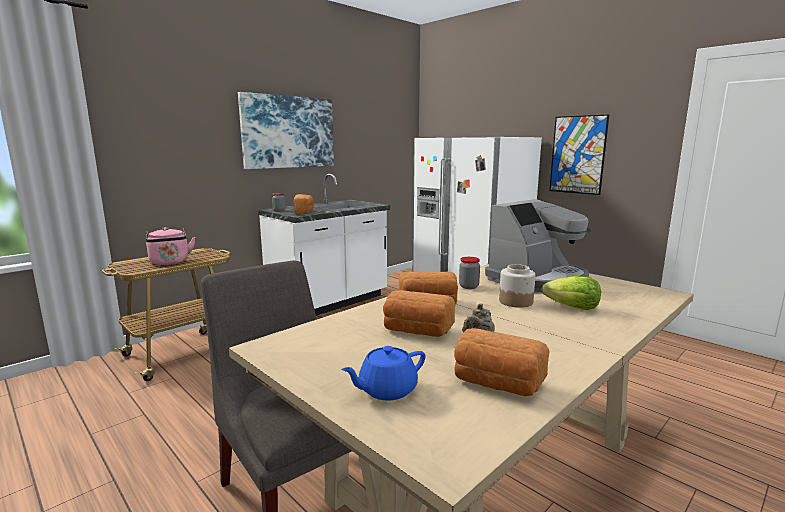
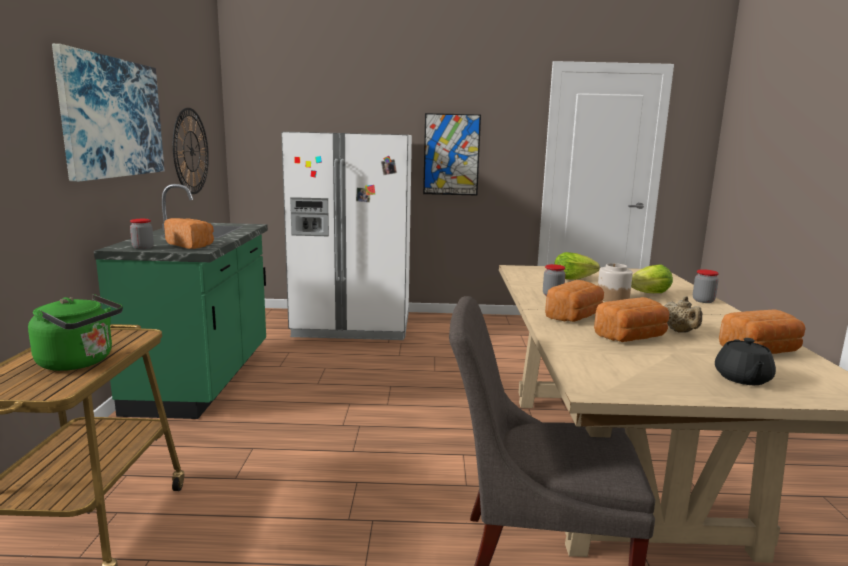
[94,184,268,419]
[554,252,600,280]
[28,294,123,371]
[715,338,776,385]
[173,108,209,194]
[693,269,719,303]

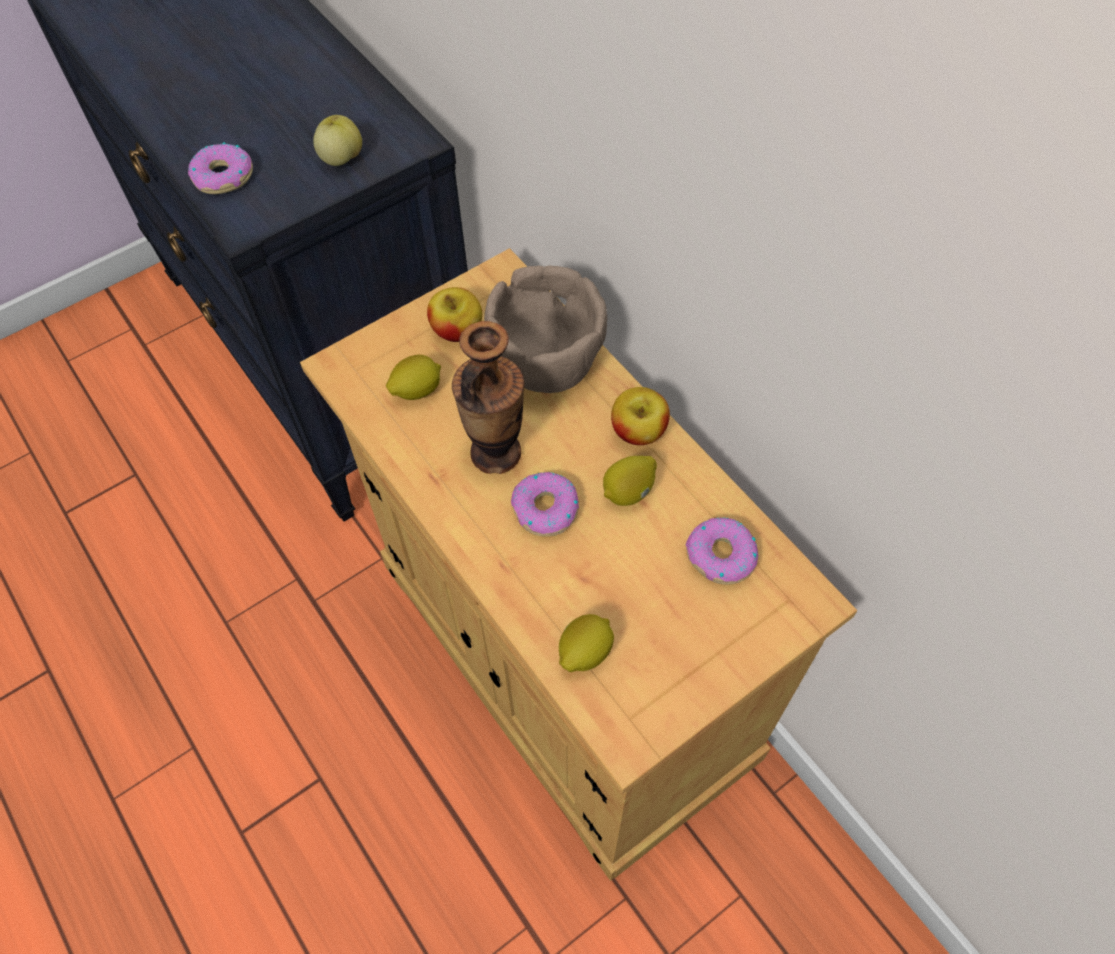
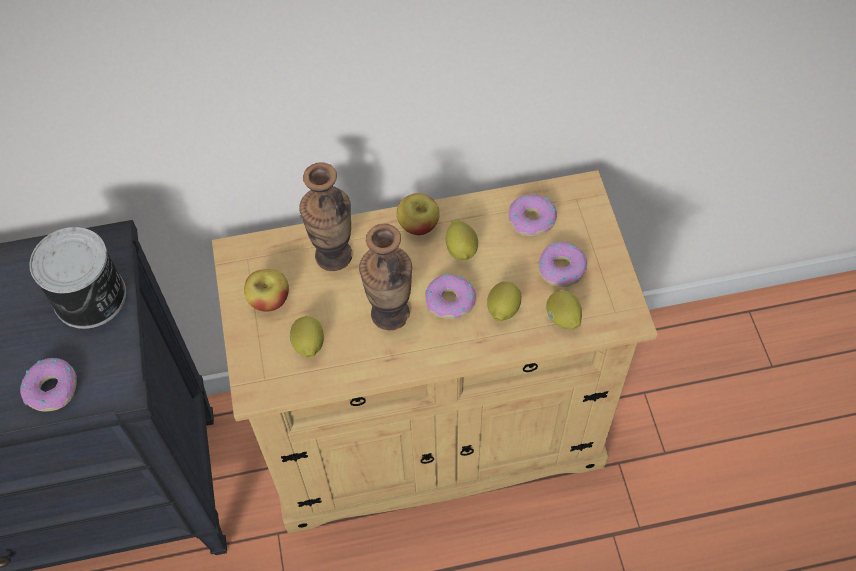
[30,227,126,329]
[299,163,352,271]
[538,242,587,287]
[487,282,521,321]

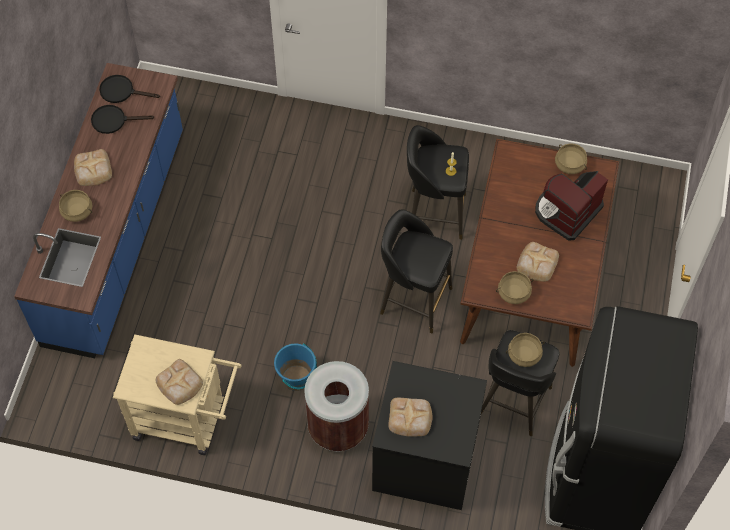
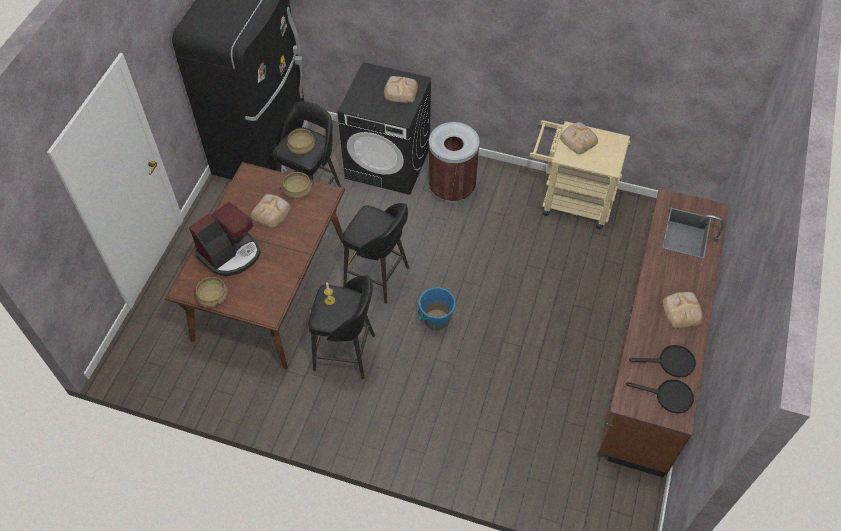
[599,188,729,477]
[59,190,93,222] (first image)
[418,287,456,331]

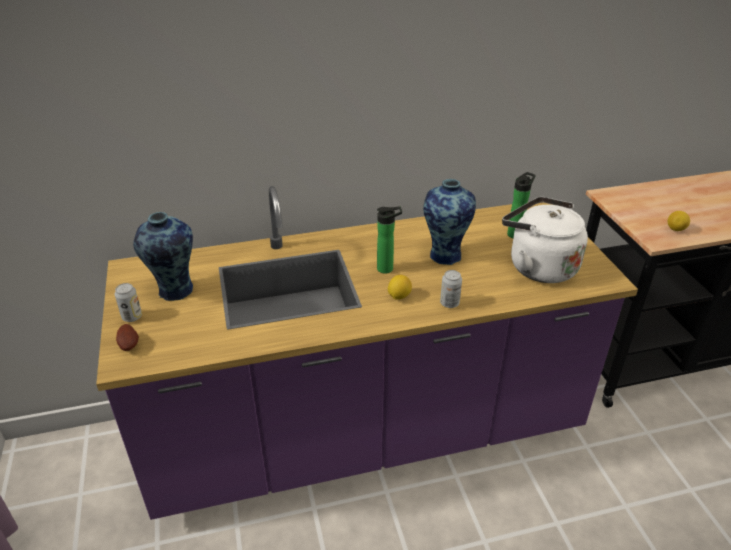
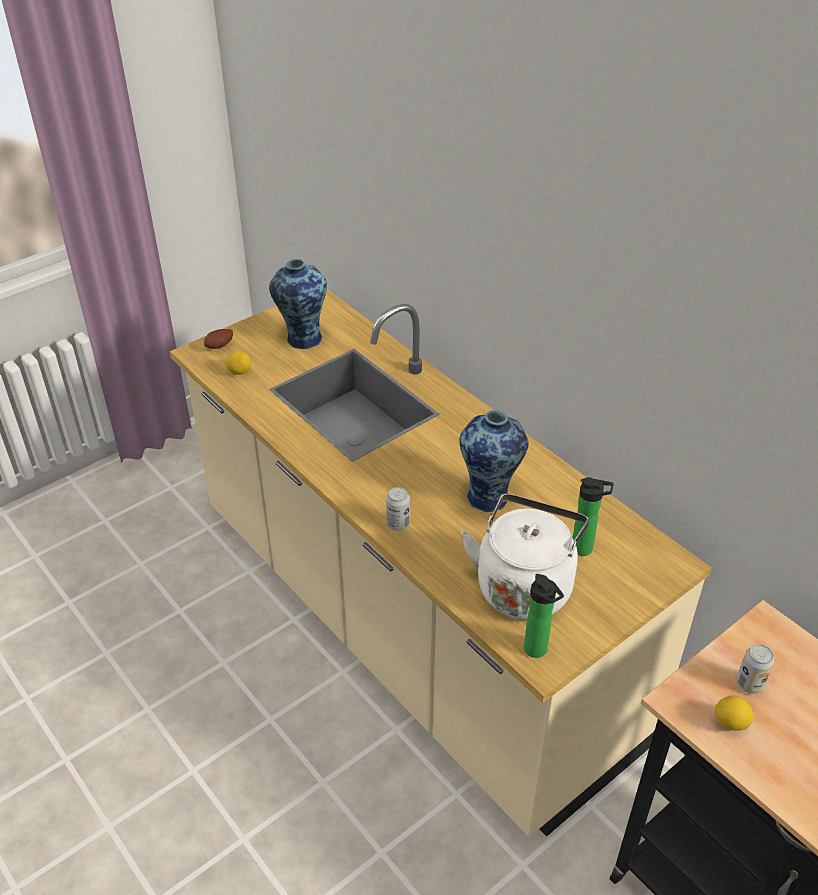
[170,289,712,837]
[524,574,564,658]
[225,351,251,375]
[736,644,774,694]

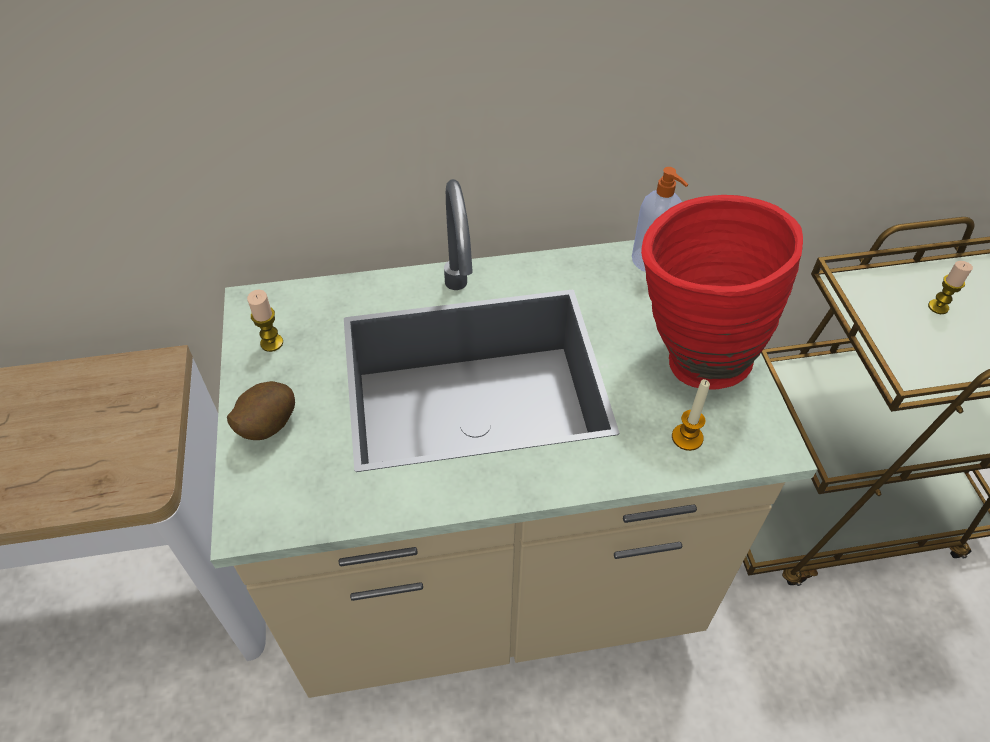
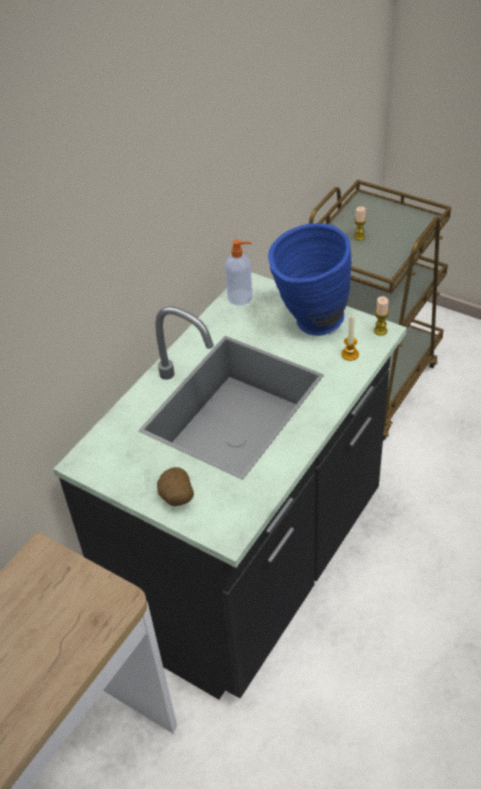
[53,272,407,700]
[268,223,351,336]
[374,296,389,336]

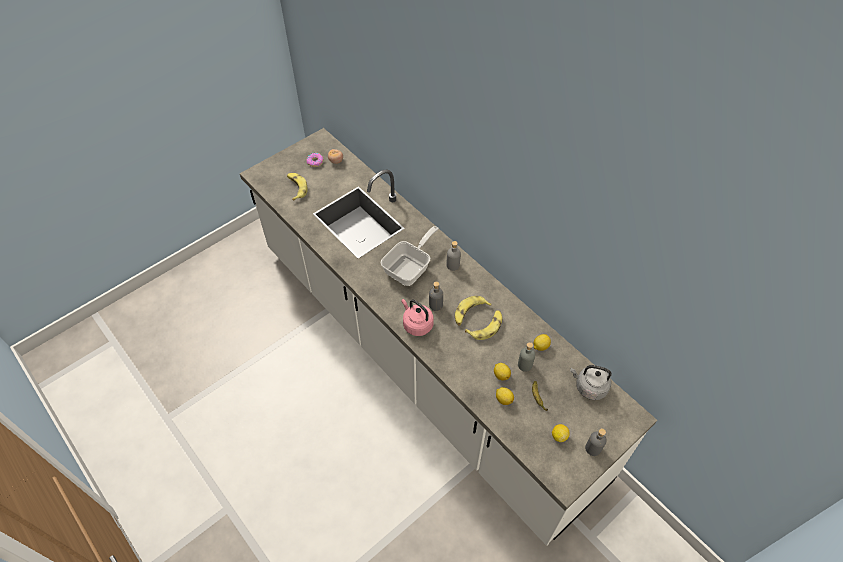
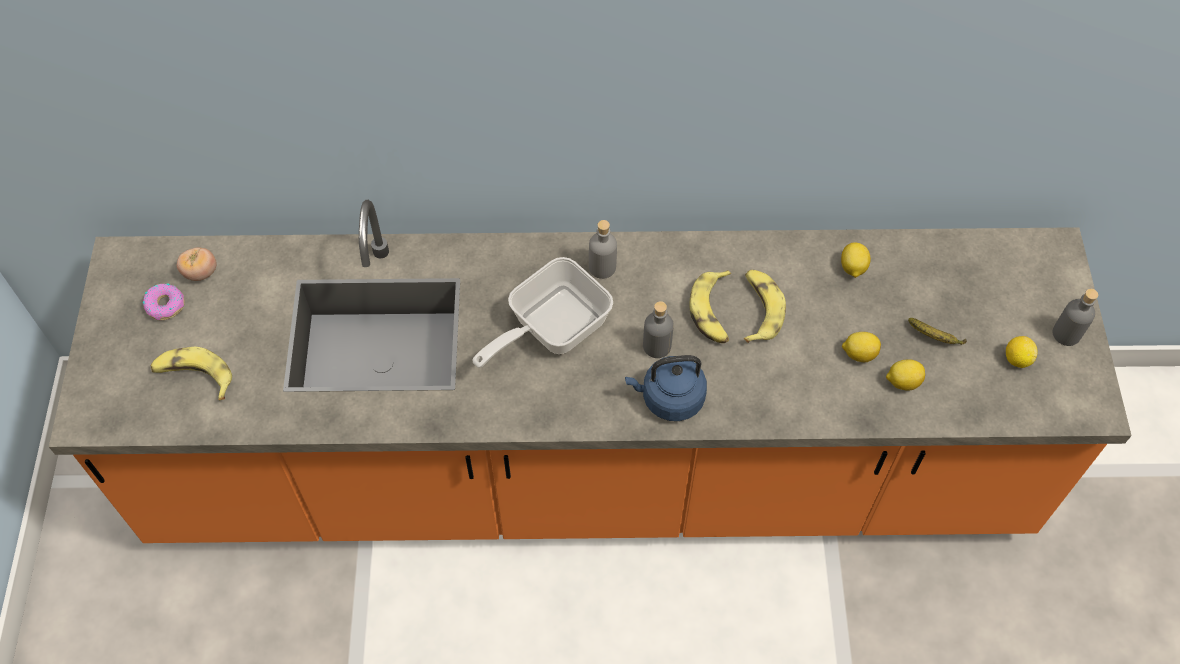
[49,200,1132,543]
[473,257,613,368]
[625,355,707,421]
[518,342,535,372] (first image)
[570,365,612,400] (first image)

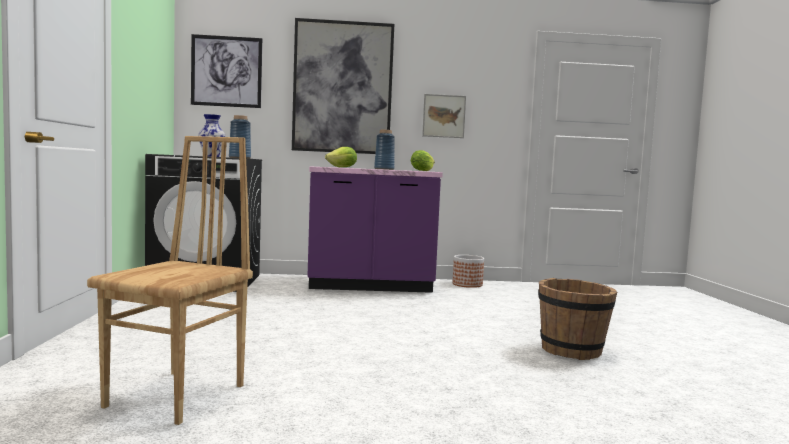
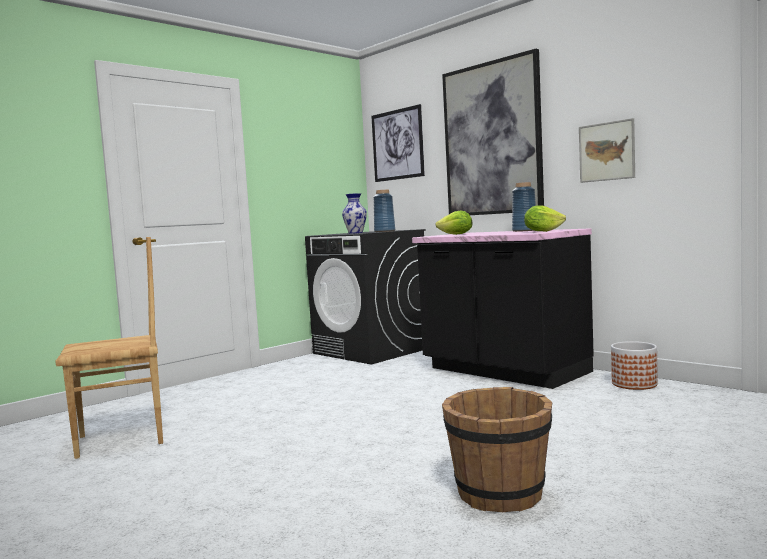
[412,228,594,389]

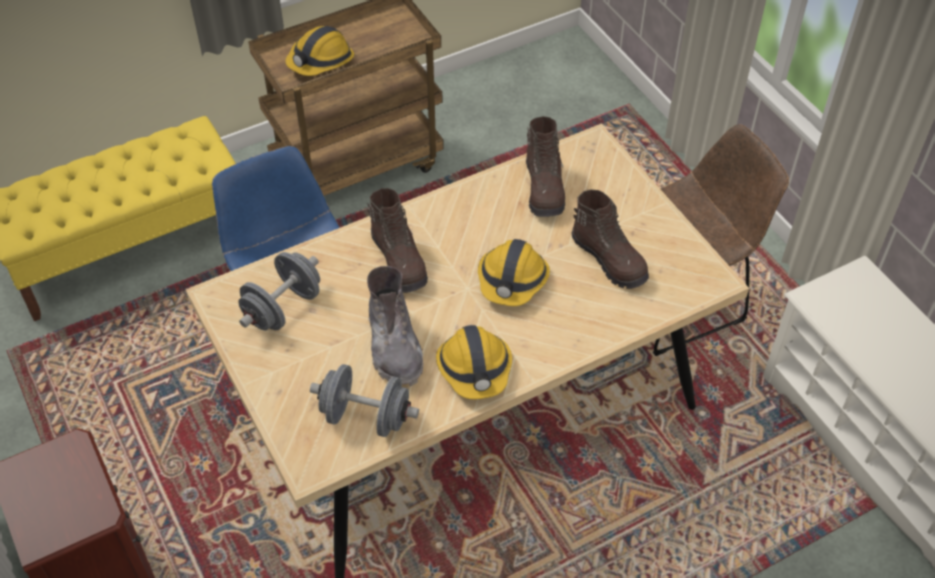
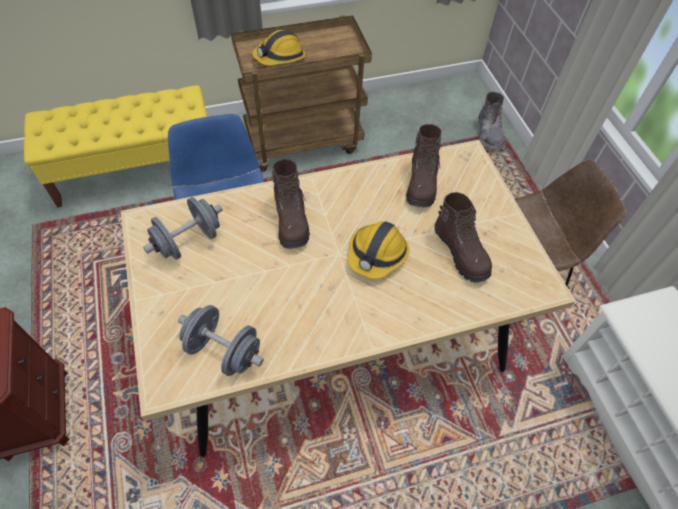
[478,92,506,152]
[436,325,512,399] (first image)

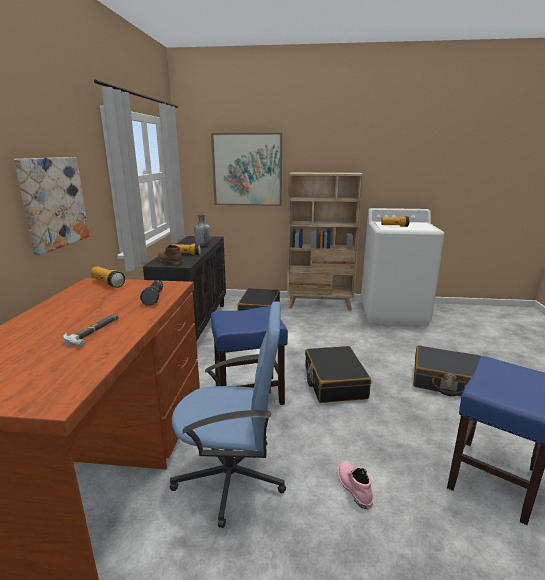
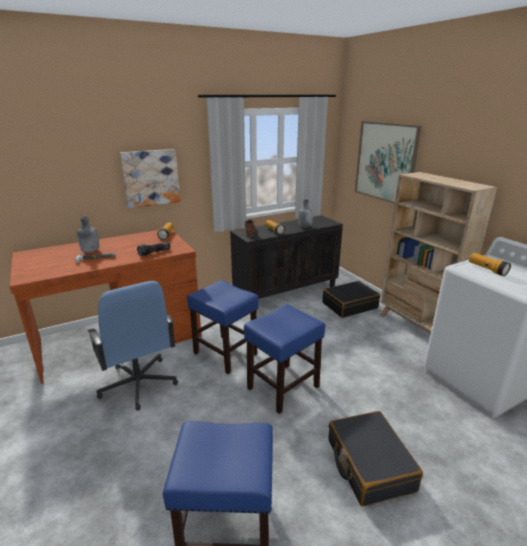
[244,304,325,414]
[338,461,373,509] (first image)
[77,217,99,253]

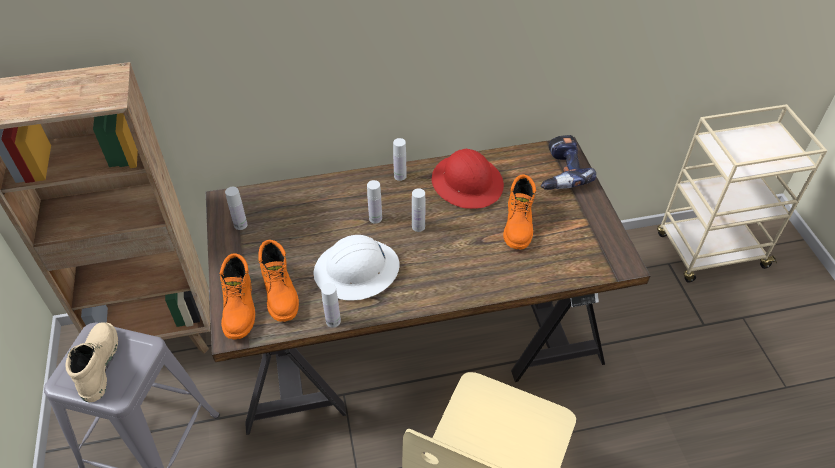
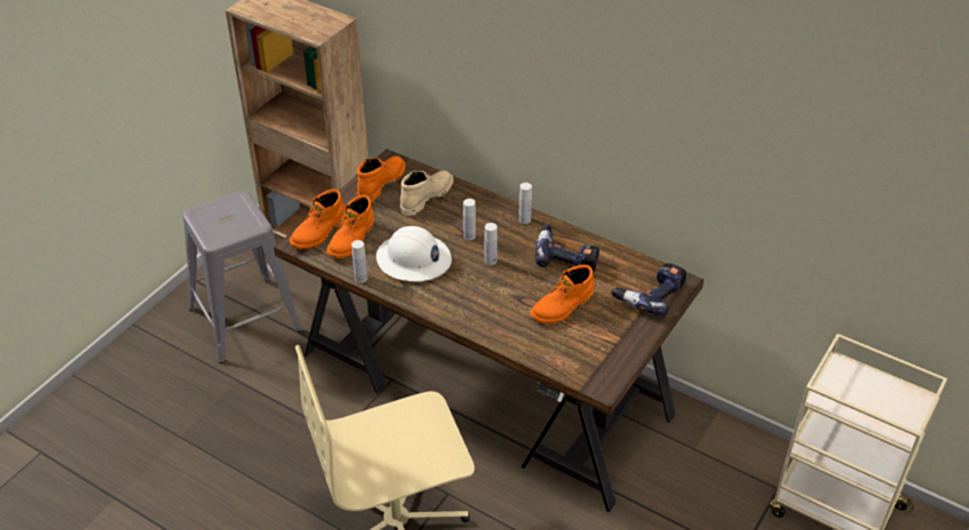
[535,224,599,273]
[357,156,406,202]
[400,171,453,216]

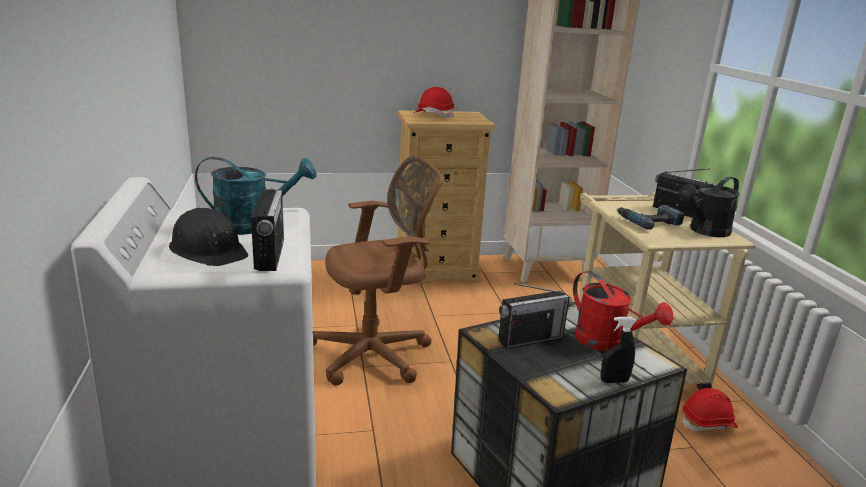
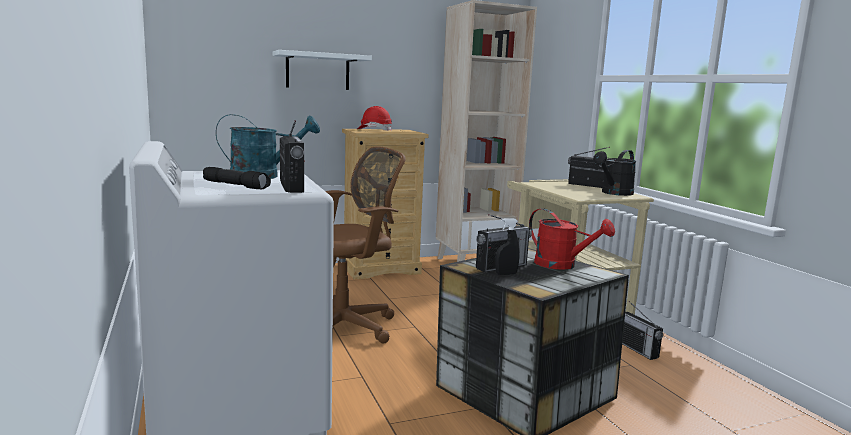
[617,205,684,230] (first image)
[203,167,271,190]
[496,218,520,275]
[622,301,663,360]
[273,50,372,90]

